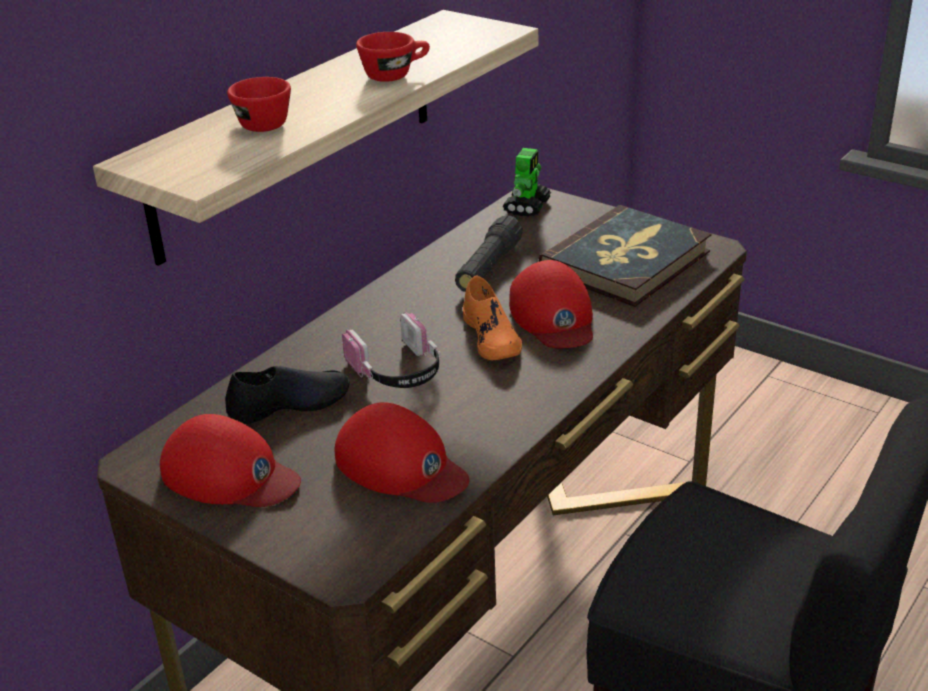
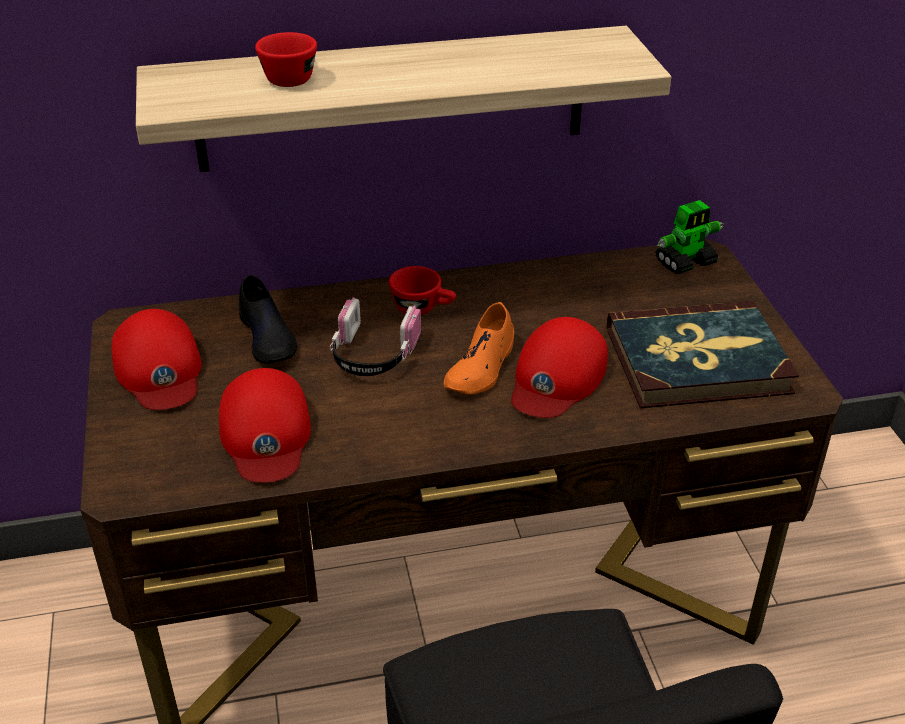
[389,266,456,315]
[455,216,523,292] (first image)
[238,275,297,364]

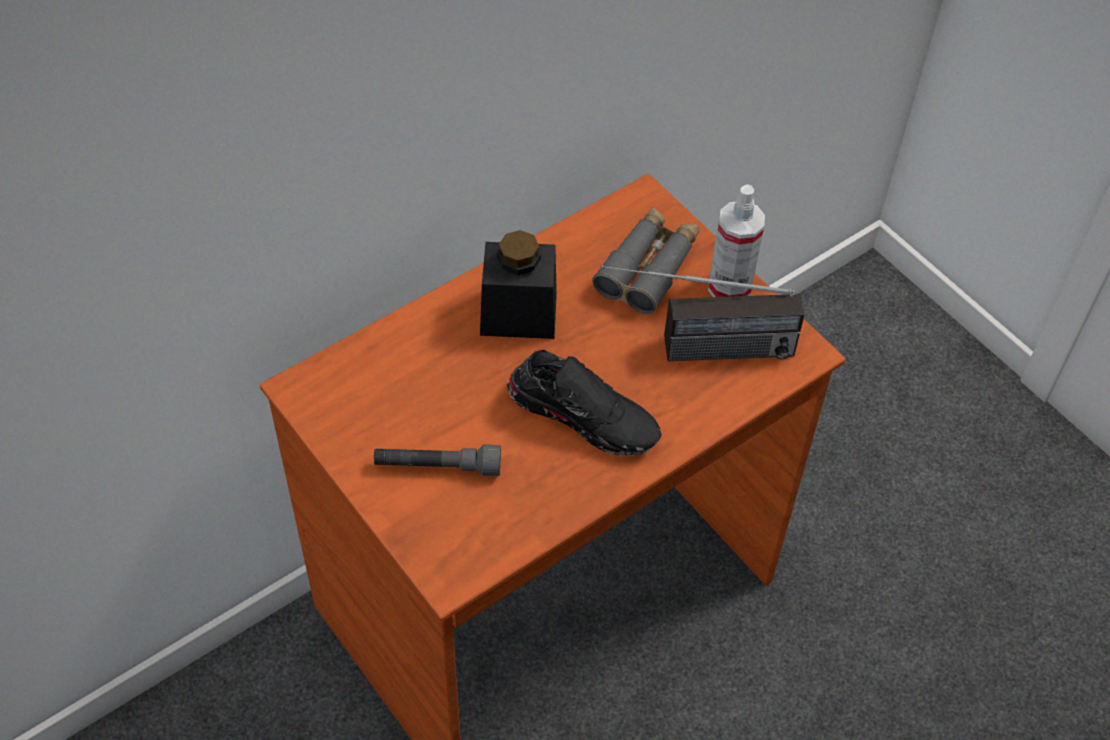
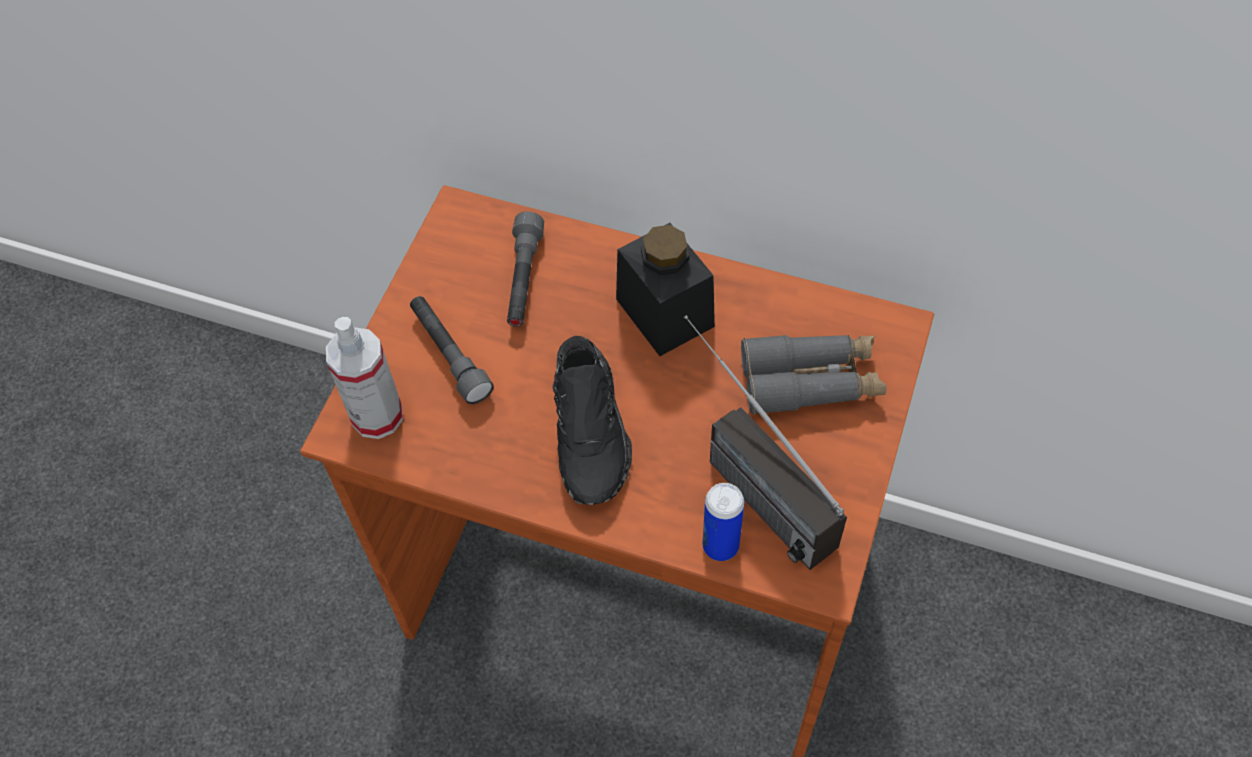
[326,317,403,439]
[507,212,544,327]
[703,483,744,561]

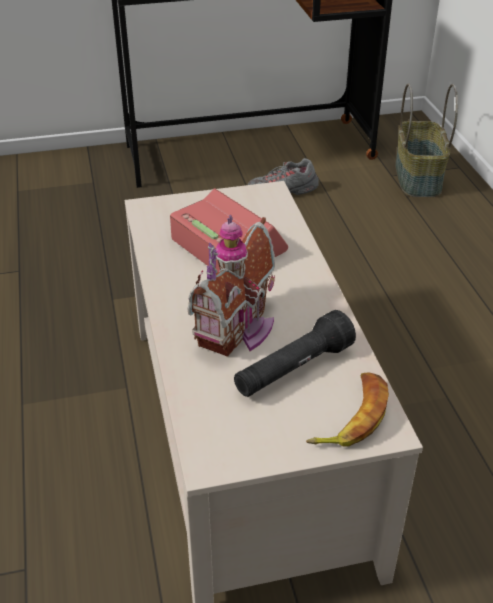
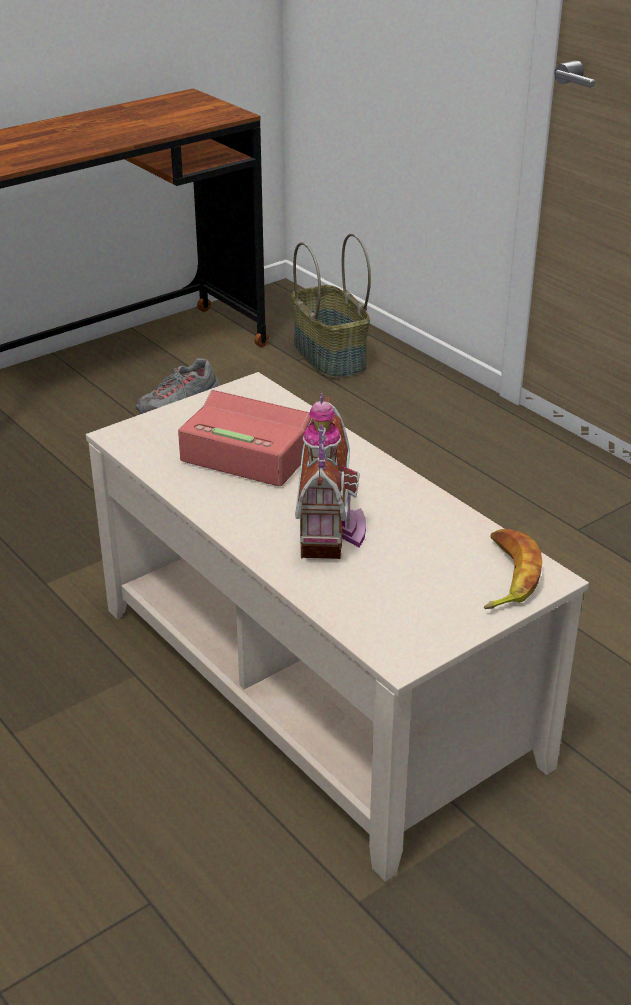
[234,310,356,397] (first image)

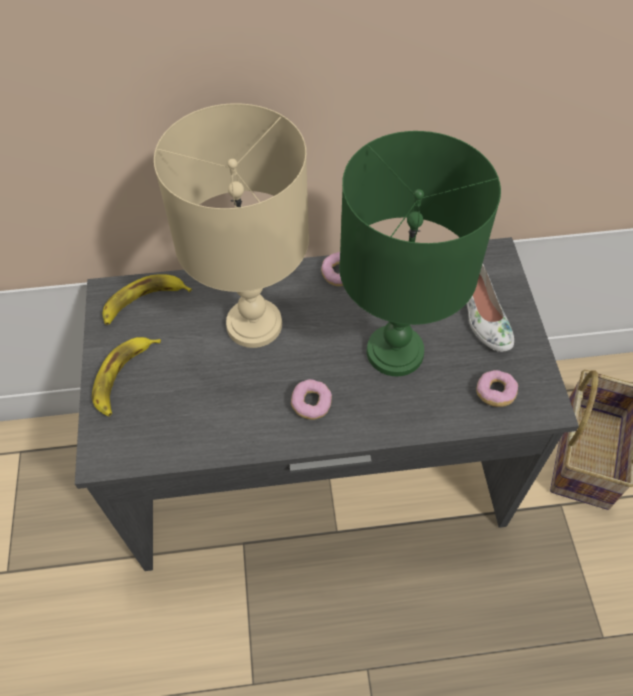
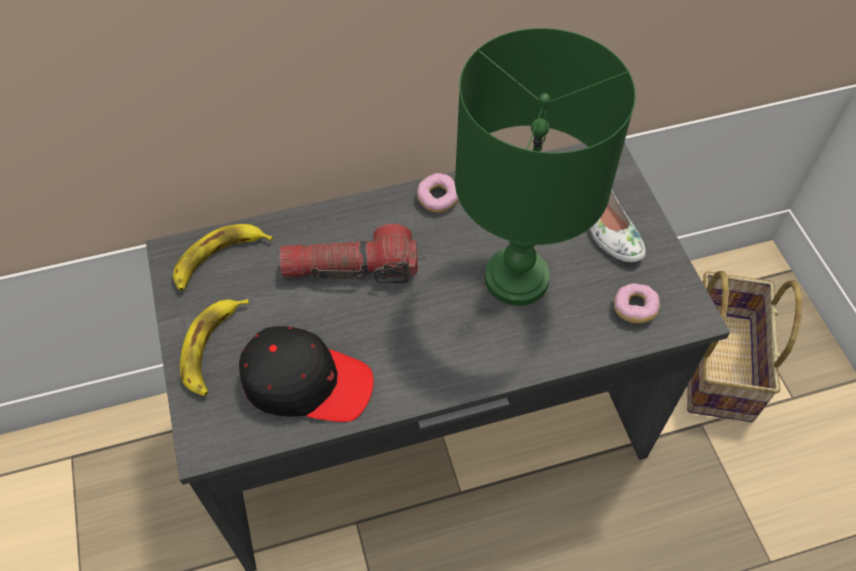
[279,224,418,283]
[291,379,332,420] (first image)
[239,326,374,422]

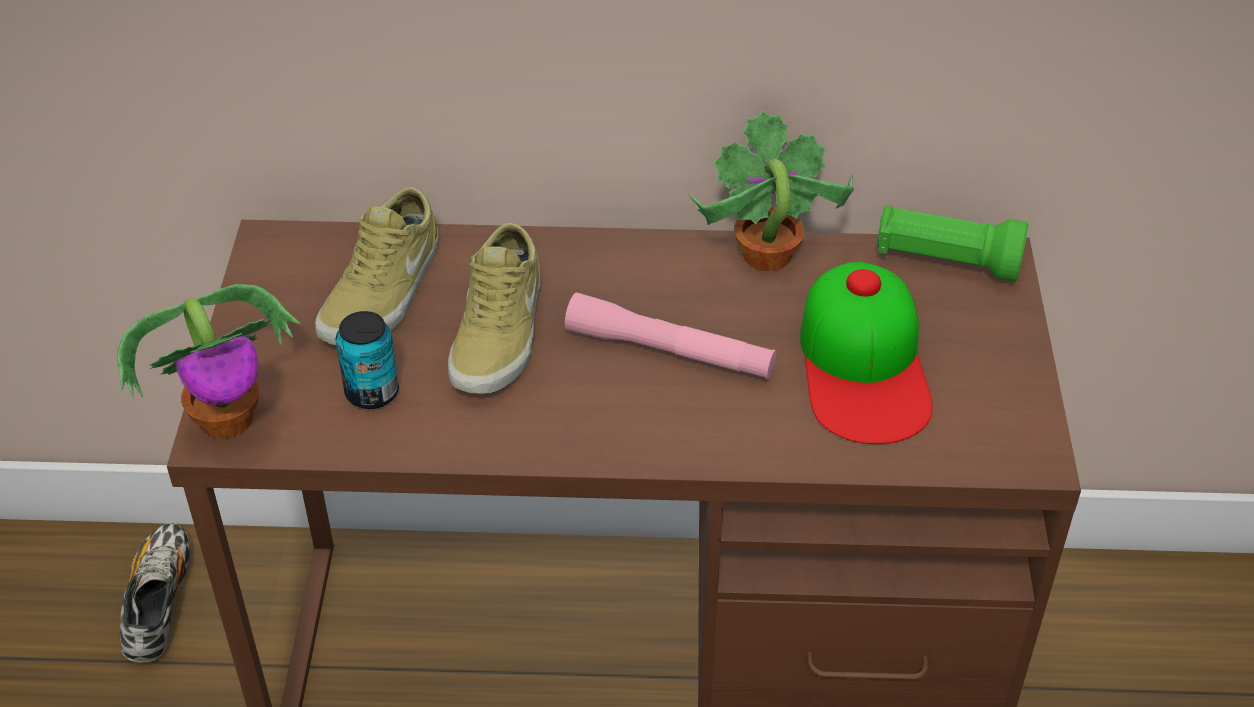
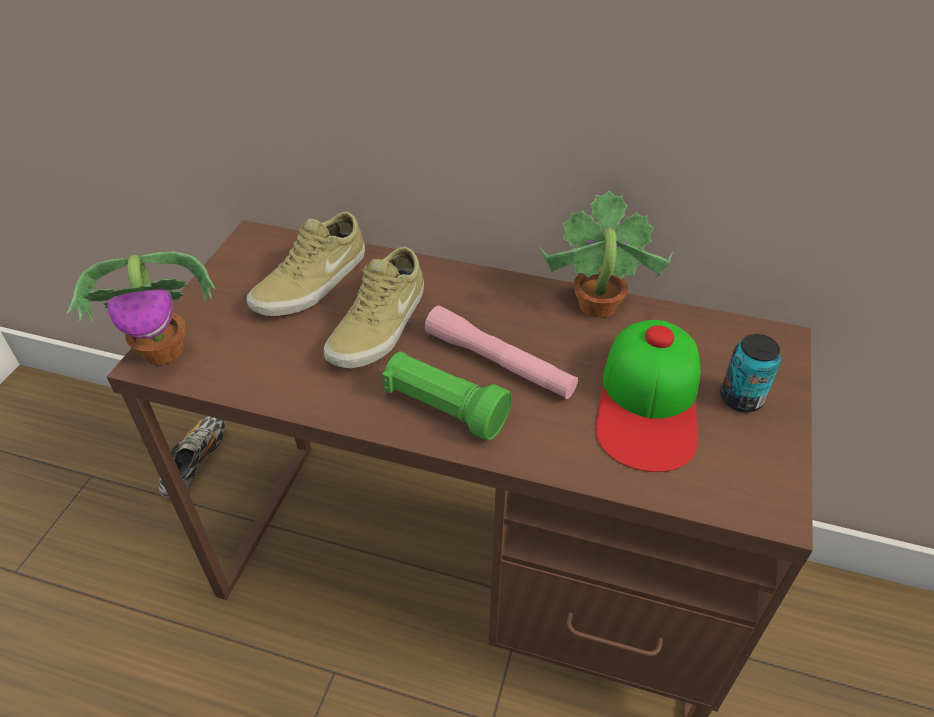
[382,351,512,441]
[720,334,781,413]

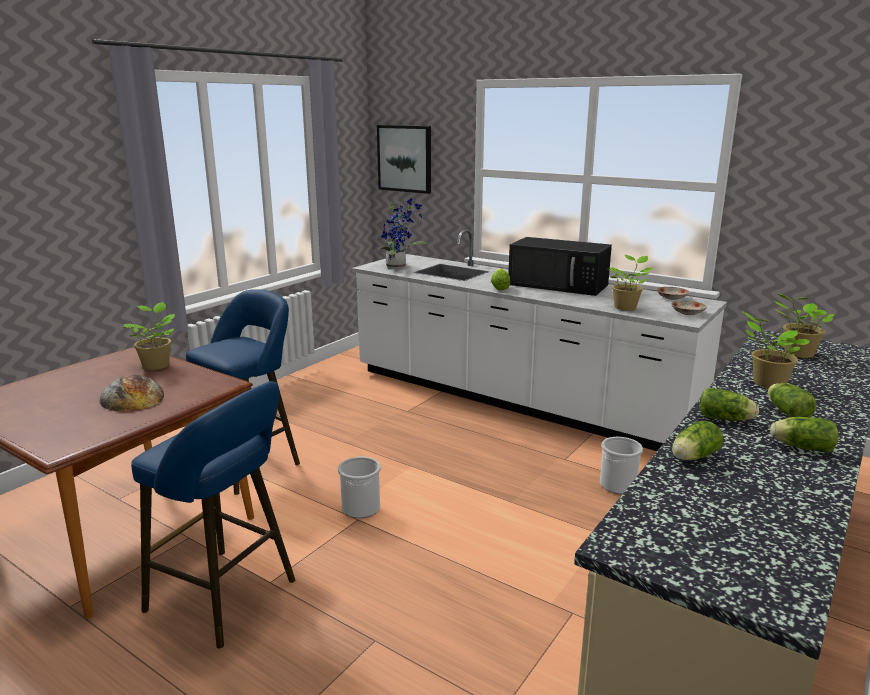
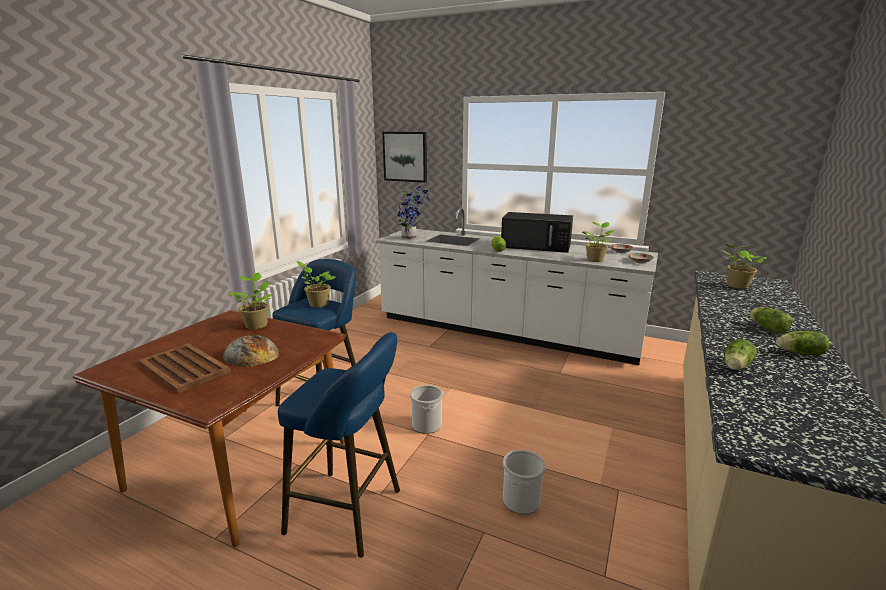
[297,261,335,308]
[700,388,759,421] (first image)
[503,450,546,514]
[138,343,231,393]

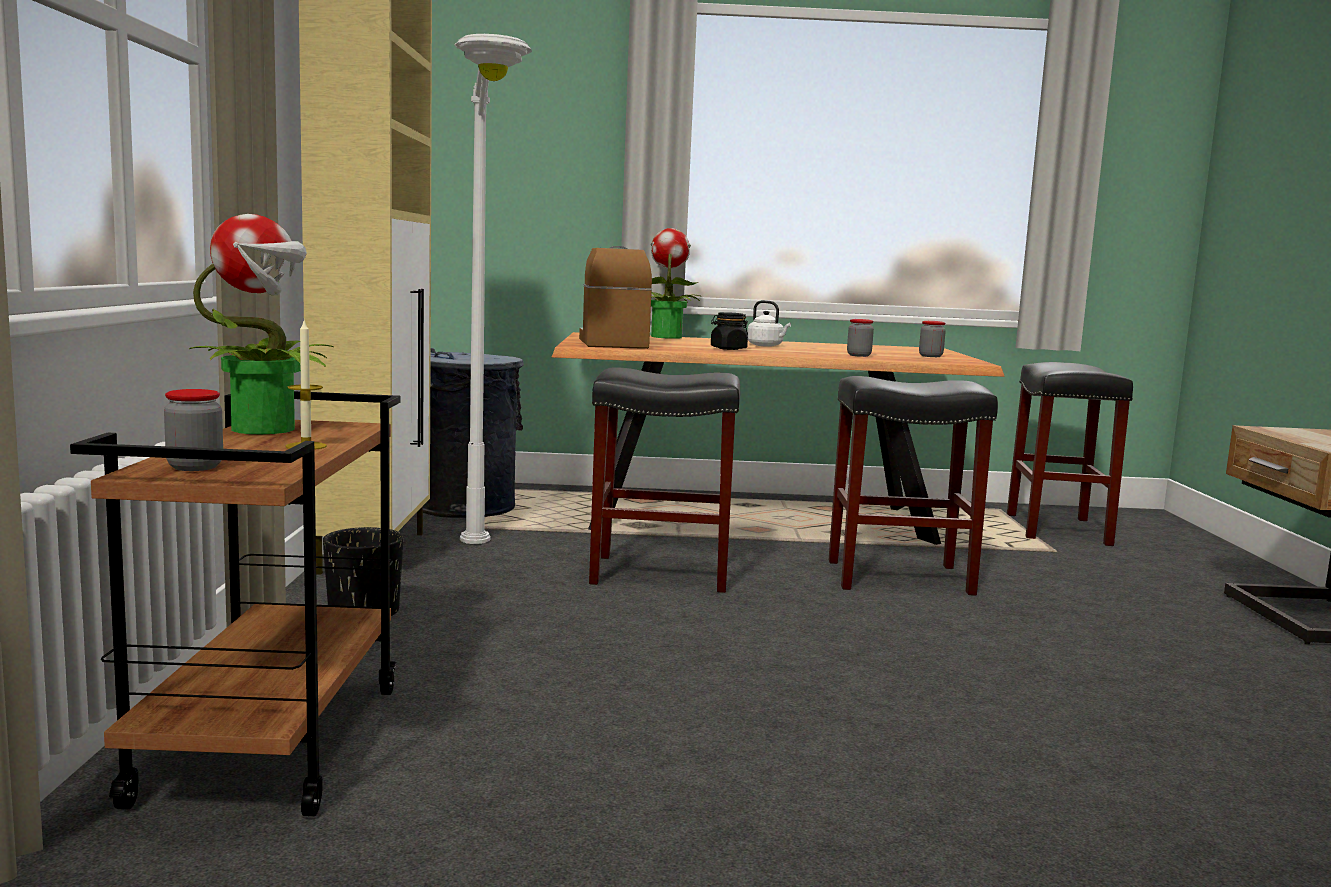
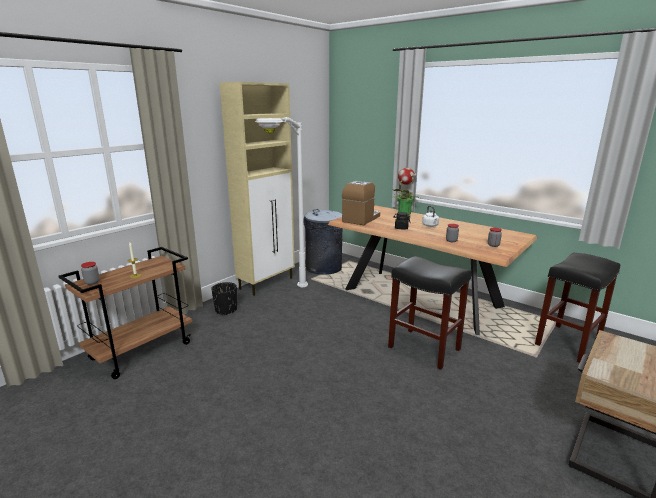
[189,214,333,434] (first image)
[589,367,740,593] (first image)

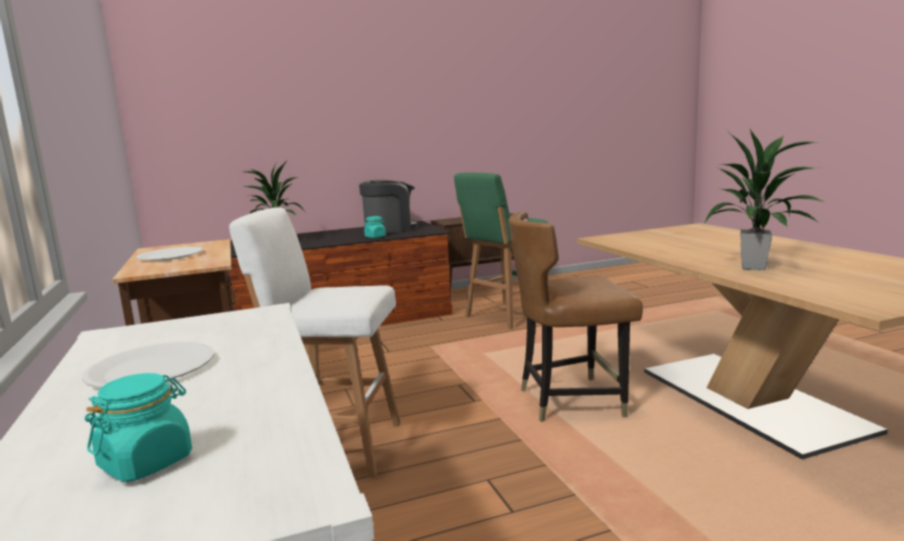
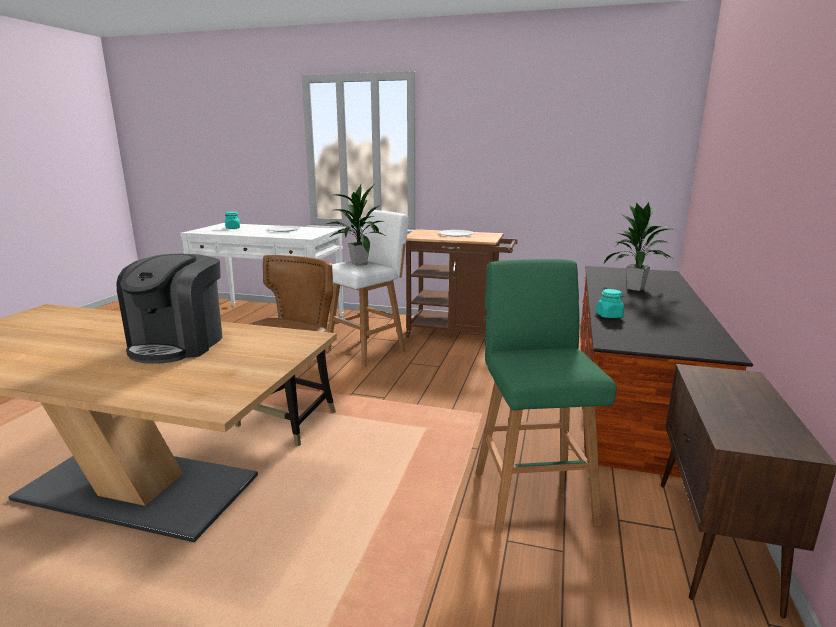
[327,185,385,266]
[116,254,223,364]

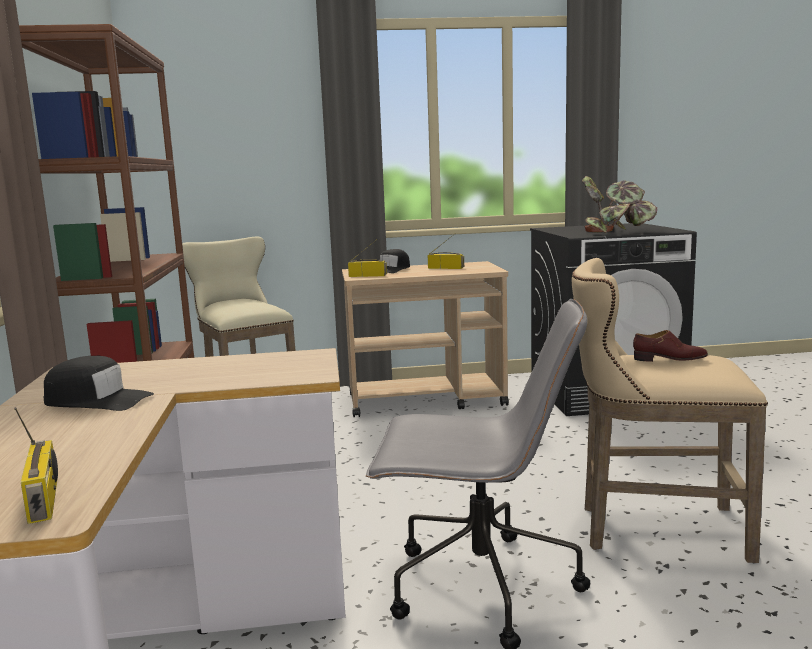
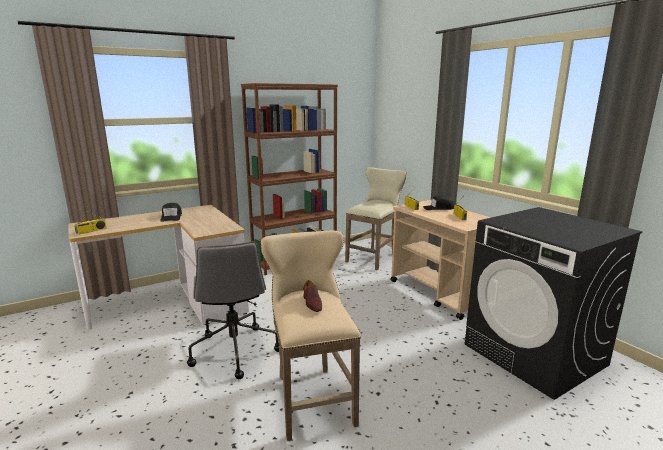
[582,176,657,233] (first image)

